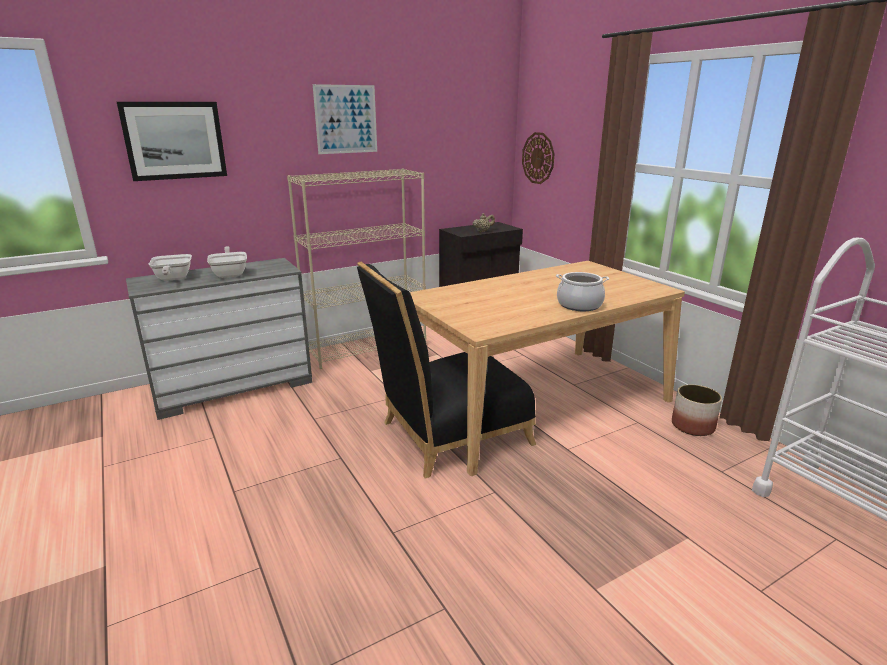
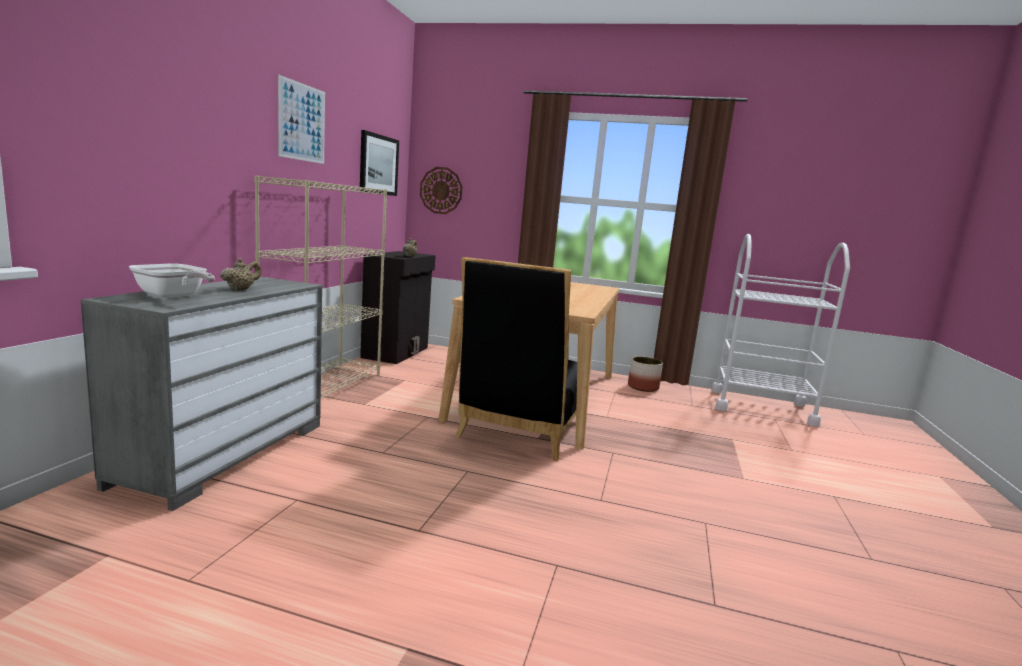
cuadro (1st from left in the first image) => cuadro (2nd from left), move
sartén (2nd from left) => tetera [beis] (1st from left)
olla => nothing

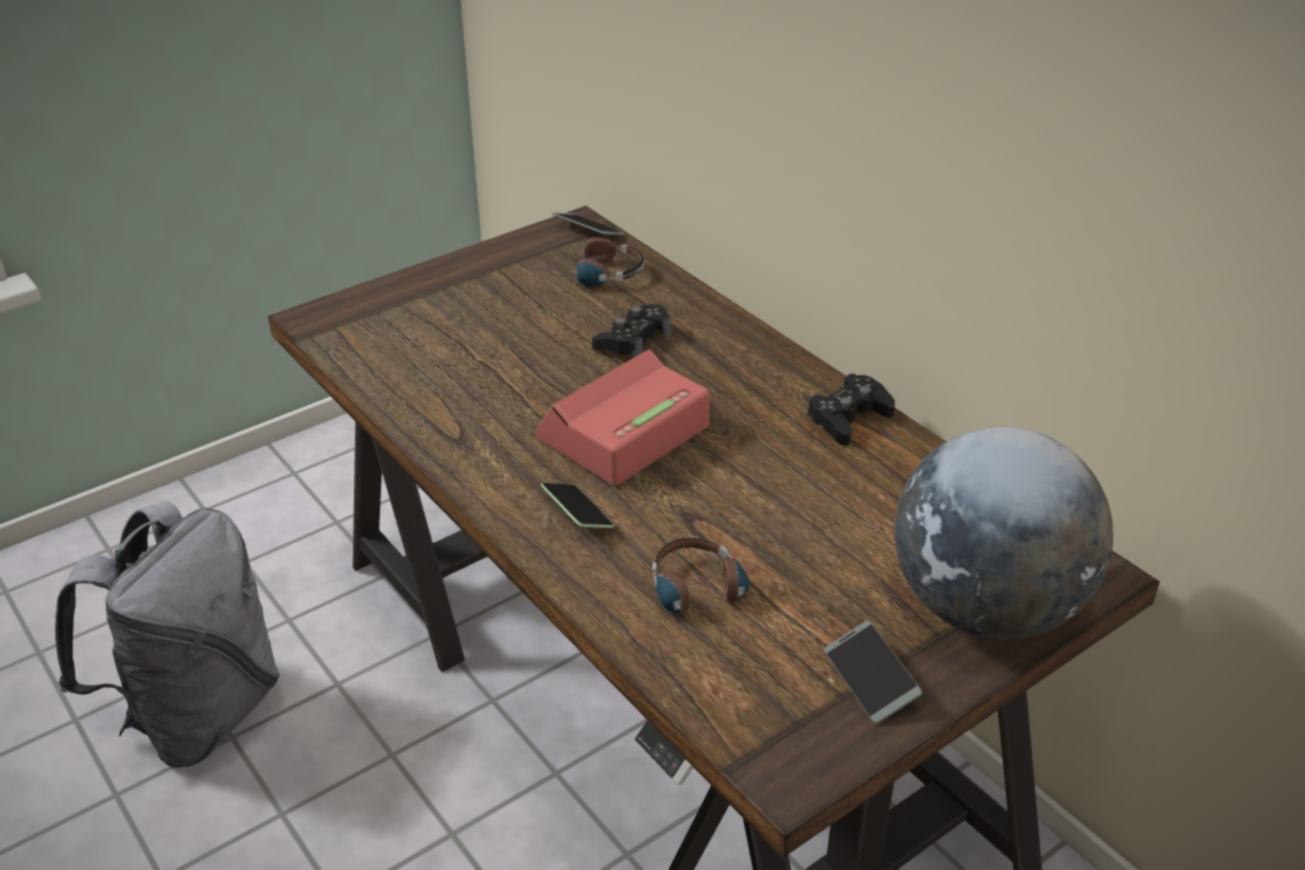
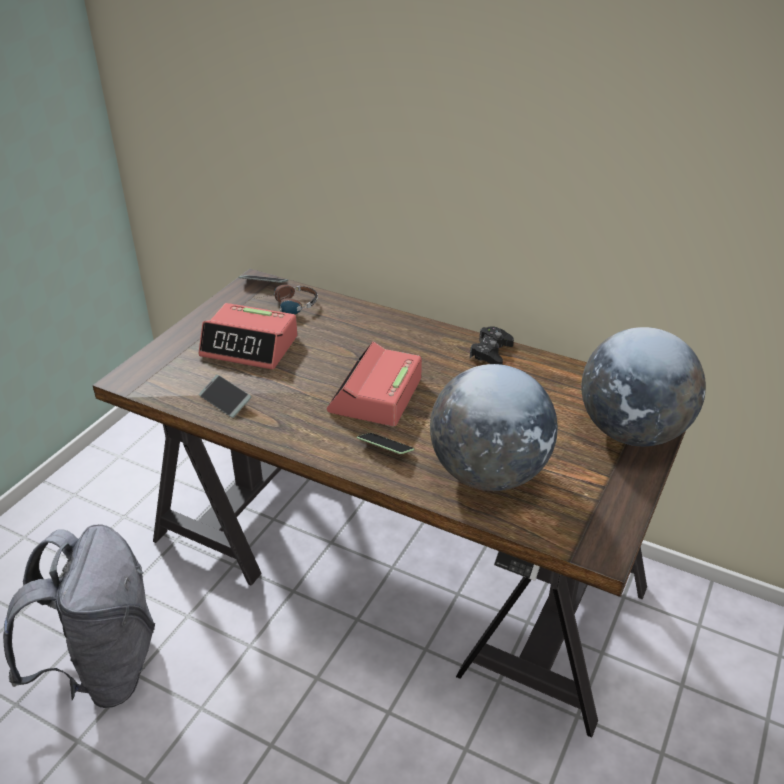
mando de consola [negro] (1st from left) => nothing
auriculares (2nd from left) => globo terráqueo (1st from left)
móvil (3rd from left in the first image) => móvil (1st from left), move
nothing => despertador (1st from left)

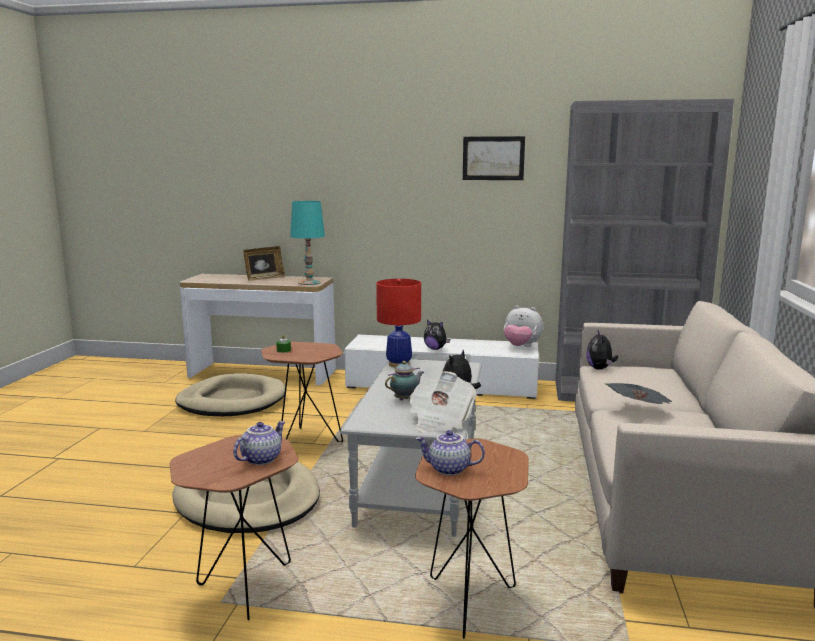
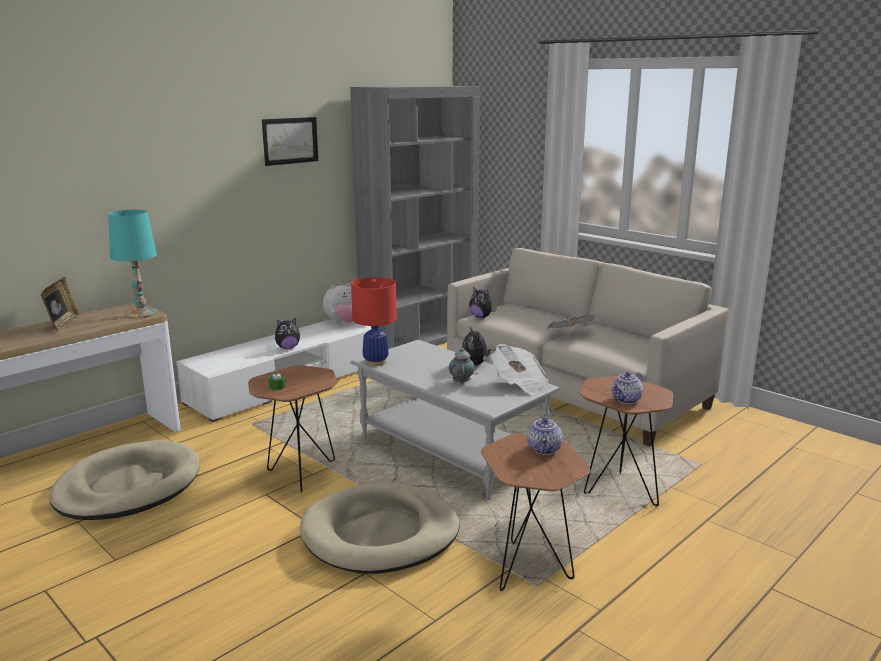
tetera (1st from left in the first image) => tetera (2nd from left), 150 degrees counterclockwise

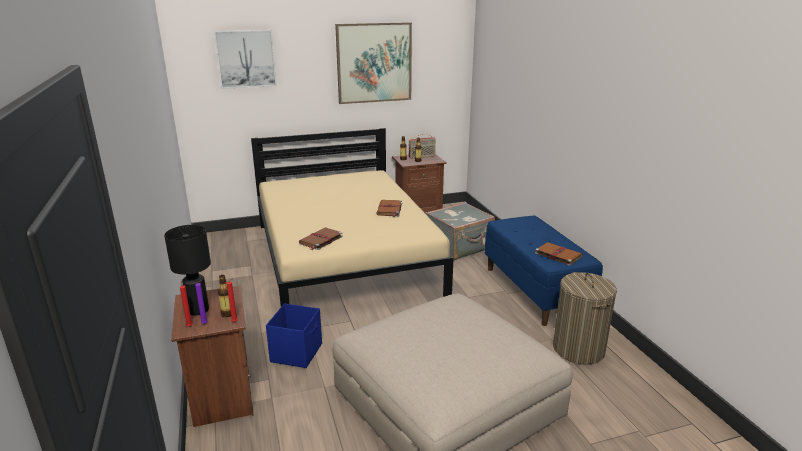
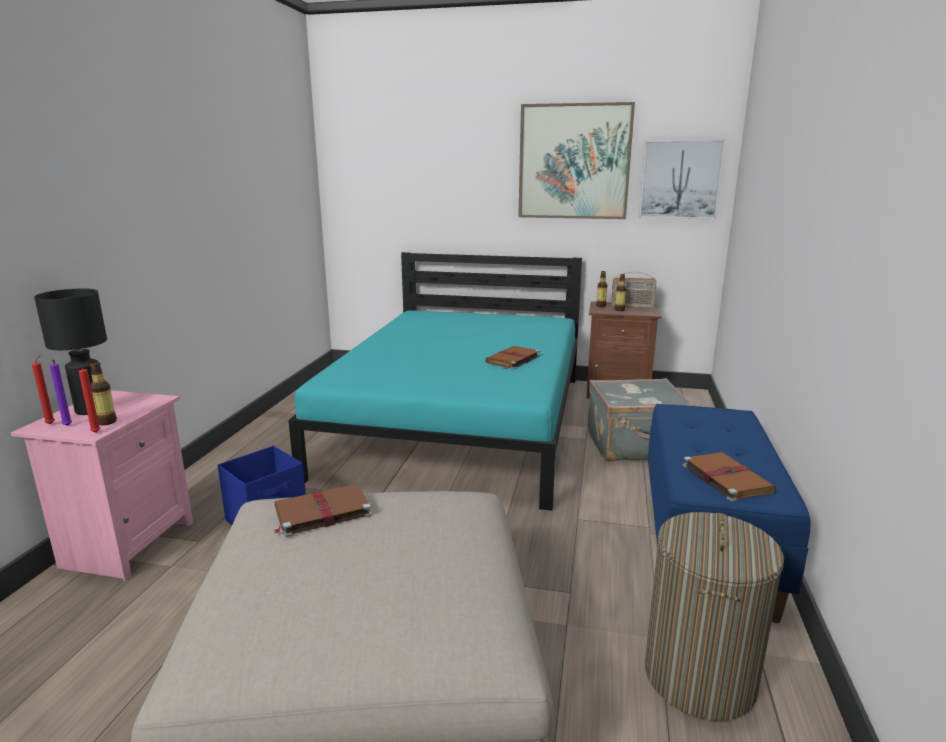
cuadro (1st from left in the first image) => cuadro (2nd from left), move
cama [beis] => cama [turquesa]
libro [marrón] (1st from left), move
mesita de noche [marrón] (1st from left) => mesita de noche [rosa]

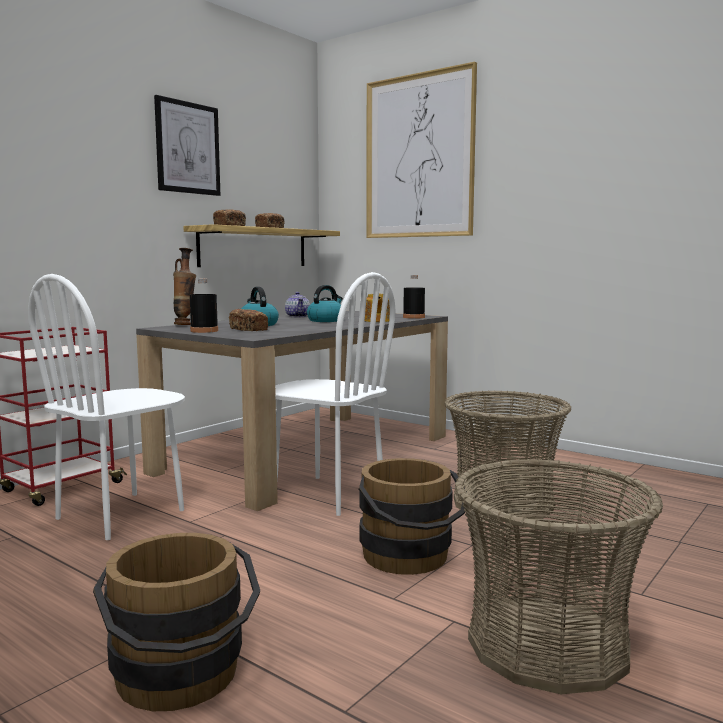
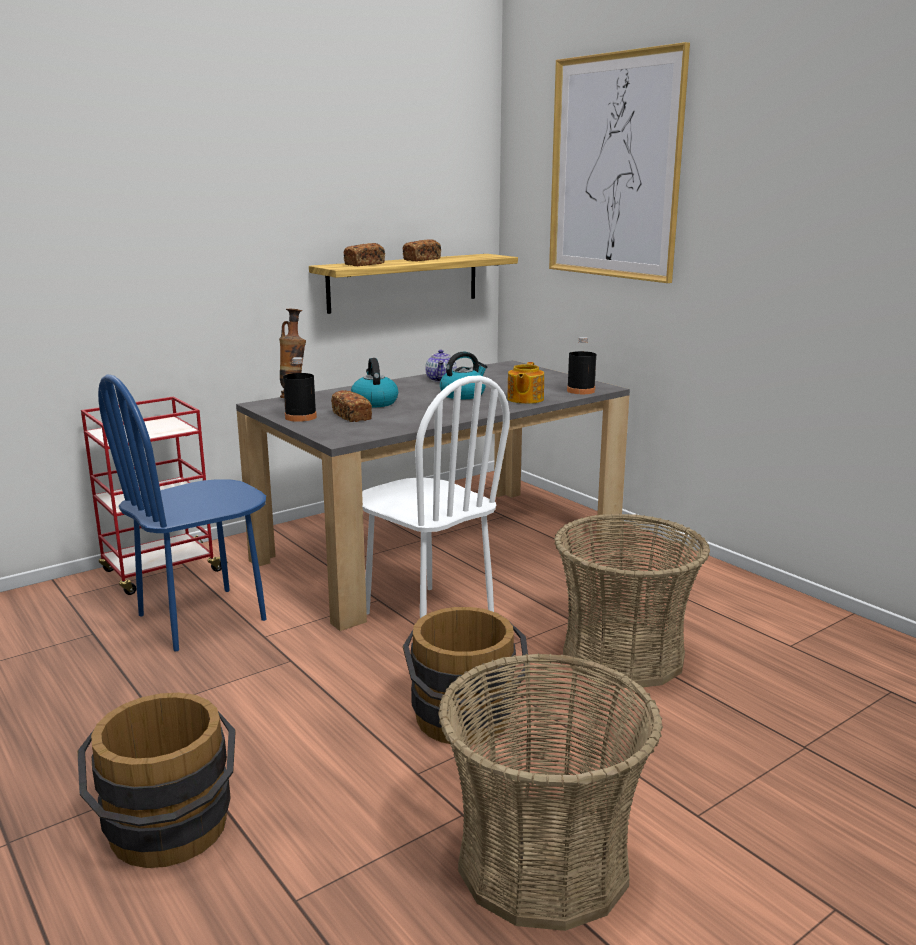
cuadro (1st from left) => nothing
silla [blanco] (1st from left) => silla [azul]

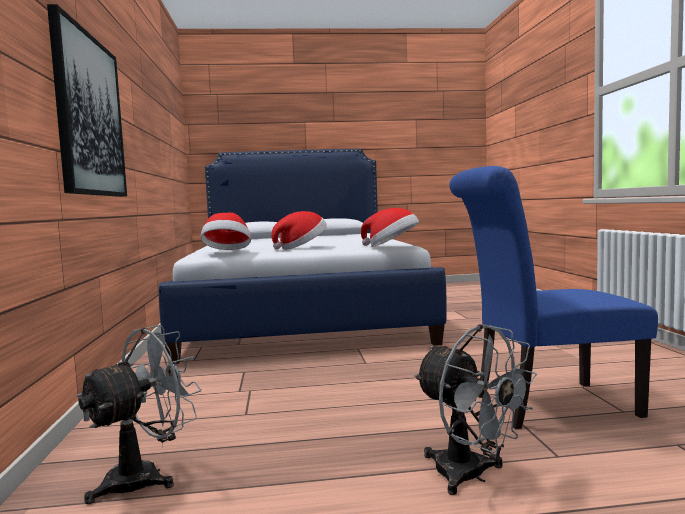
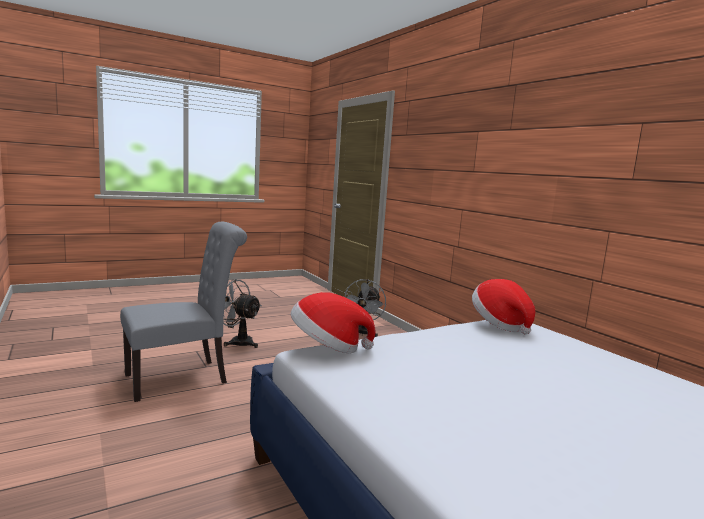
cuadro => nothing
silla [azul] => silla [gris]
sombrero (2nd from left) => nothing

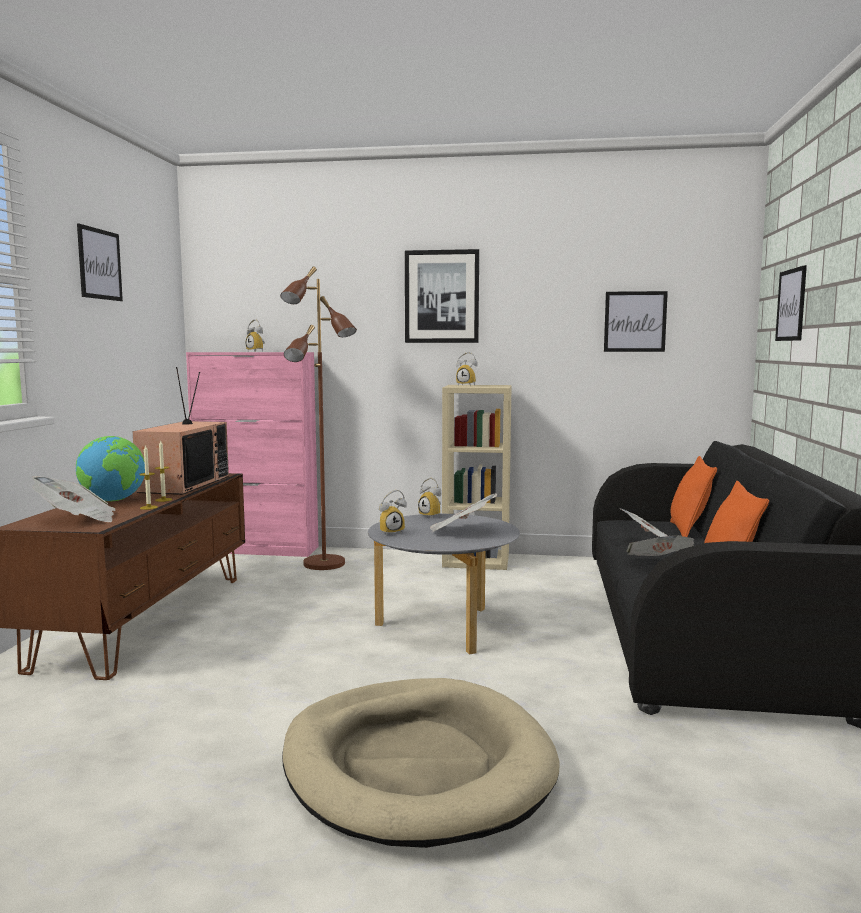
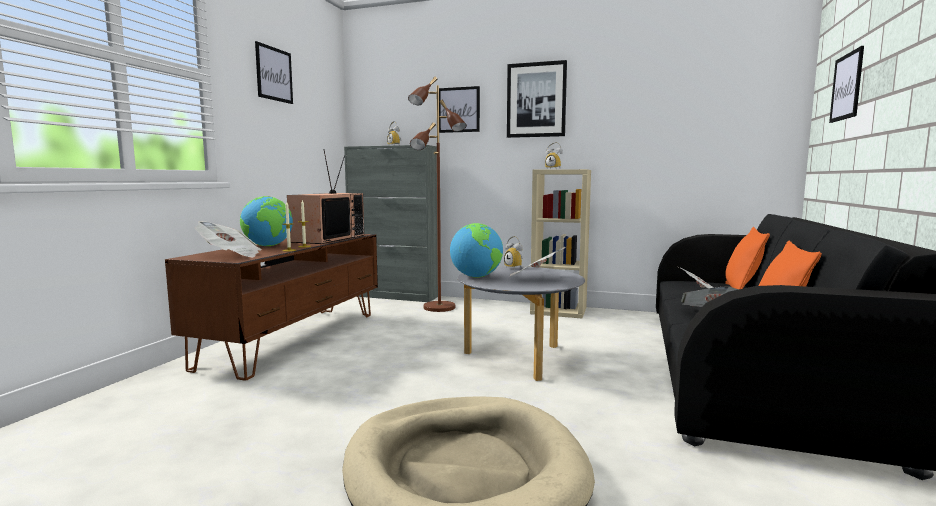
cuadro (3rd from left in the first image) => cuadro (2nd from left), move
armario [rosa] => armario [gris]
despertador (2nd from left) => globo terráqueo (2nd from left)

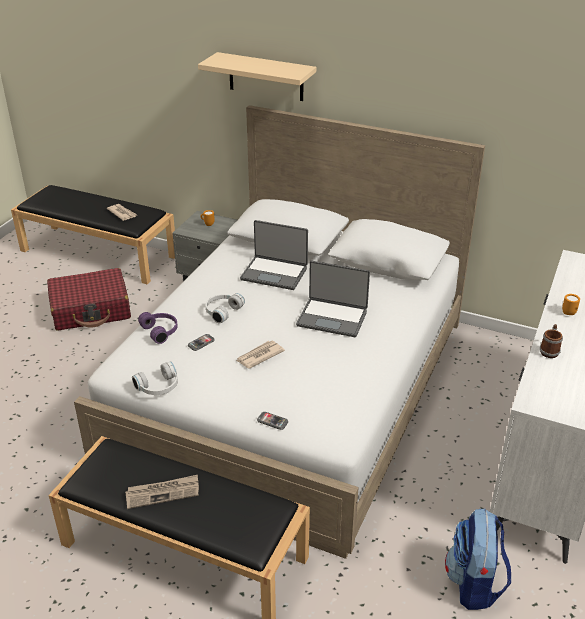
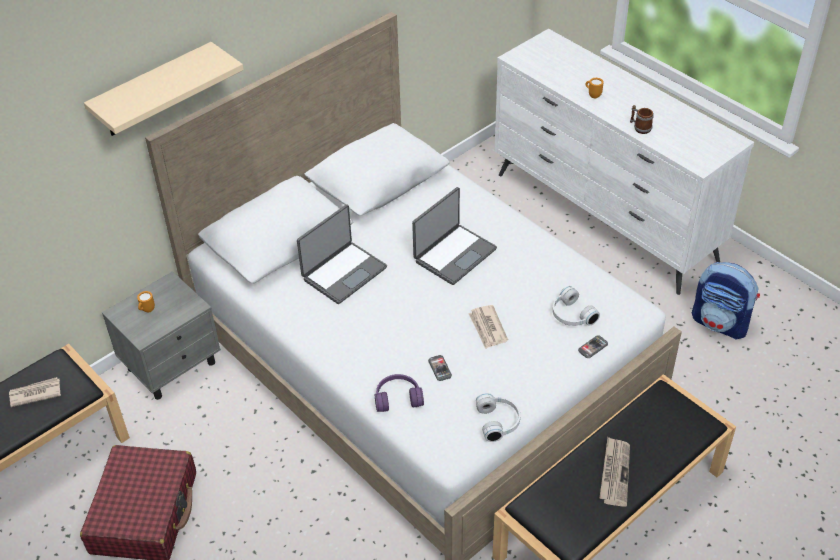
auriculares [blanco] (2nd from left), move

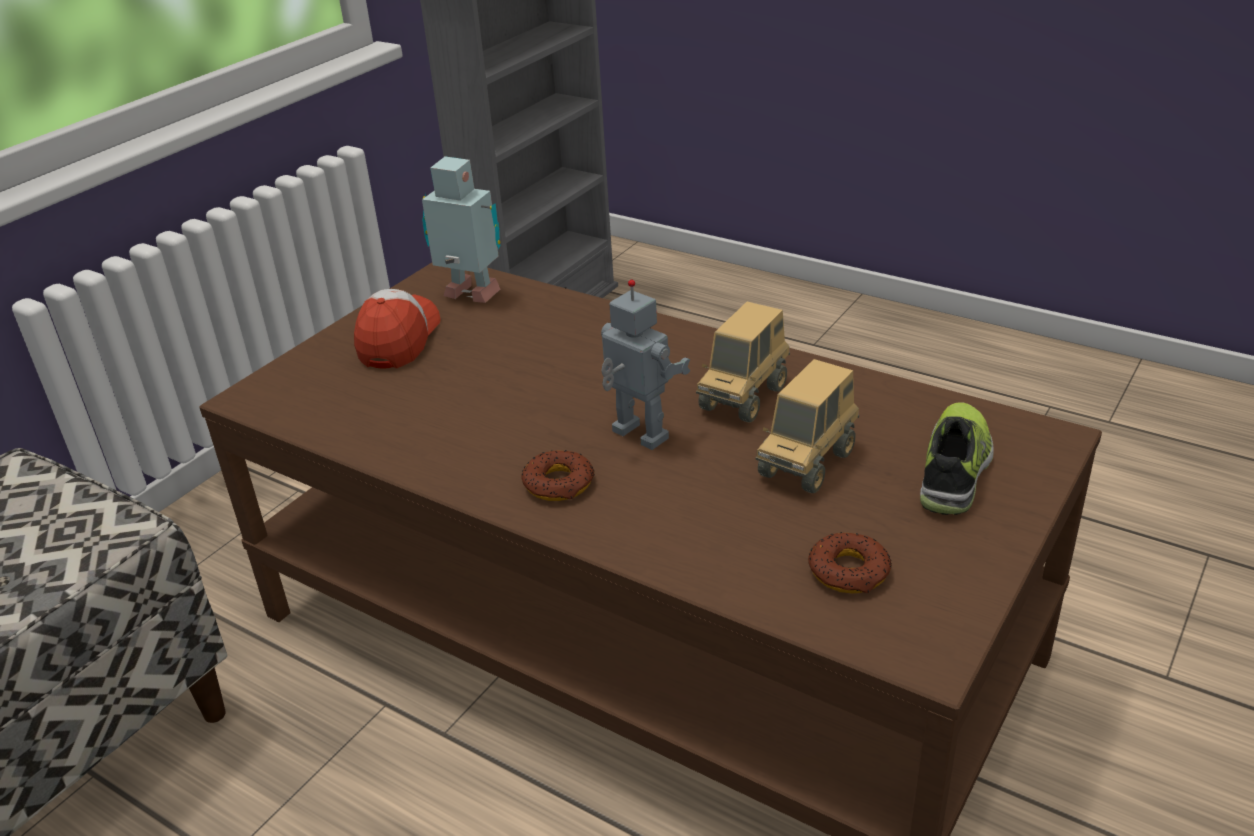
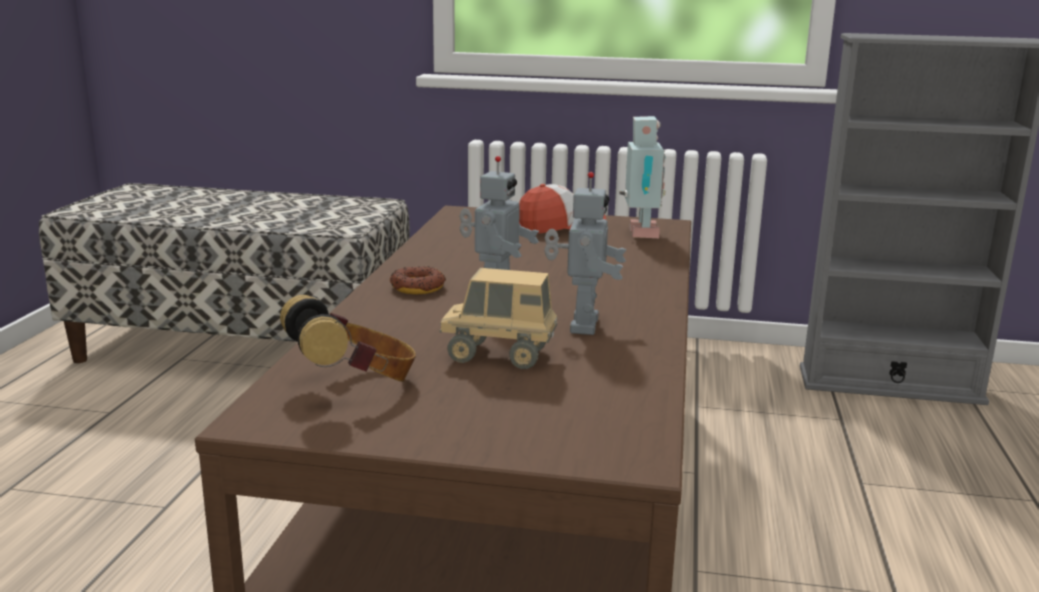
camión de juguete (1st from left) => robot de juguete (2nd from left)
zapato => nothing
rosquilla (2nd from left) => auriculares

